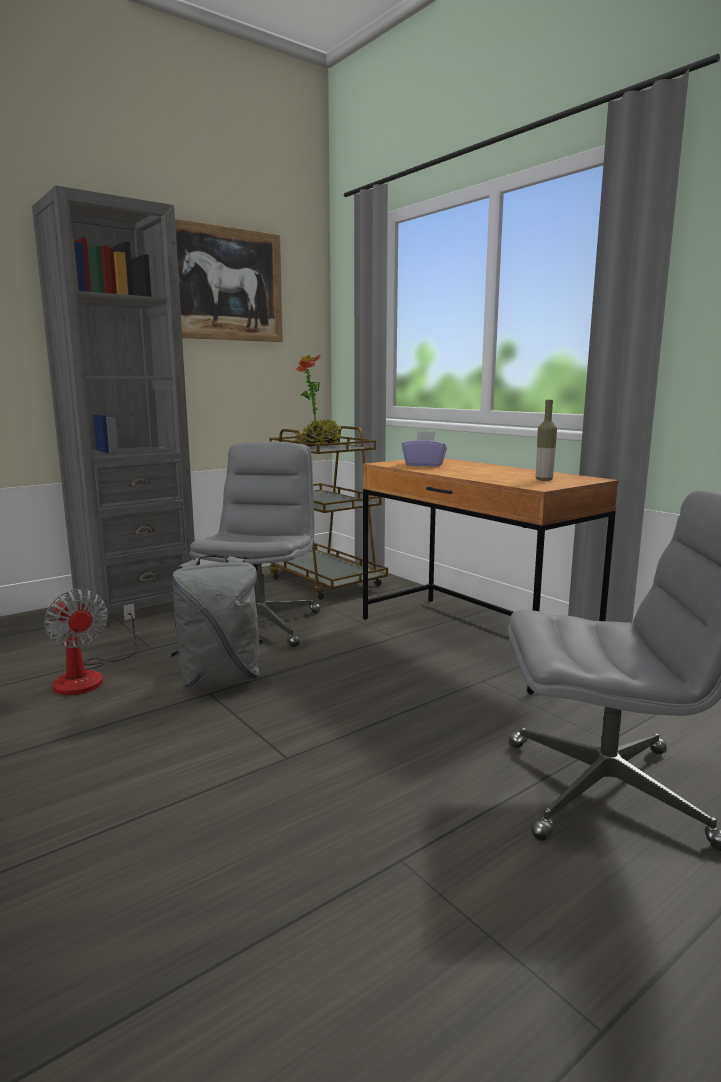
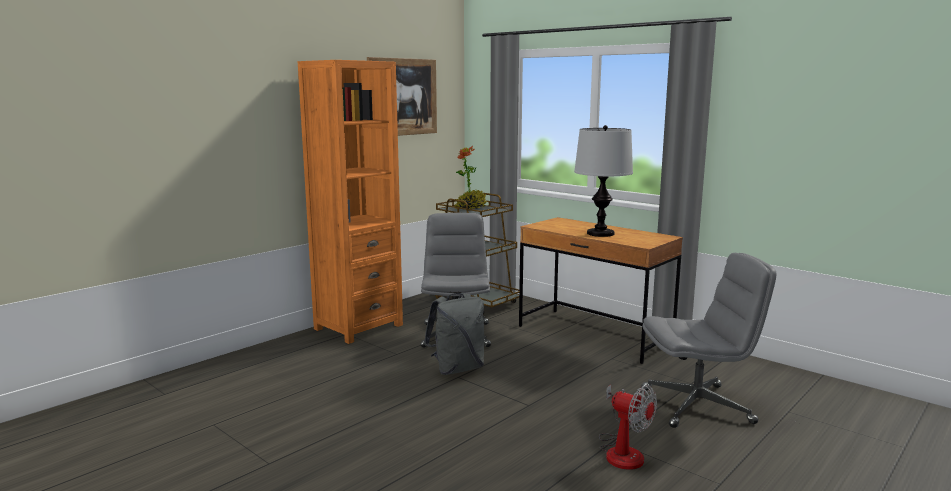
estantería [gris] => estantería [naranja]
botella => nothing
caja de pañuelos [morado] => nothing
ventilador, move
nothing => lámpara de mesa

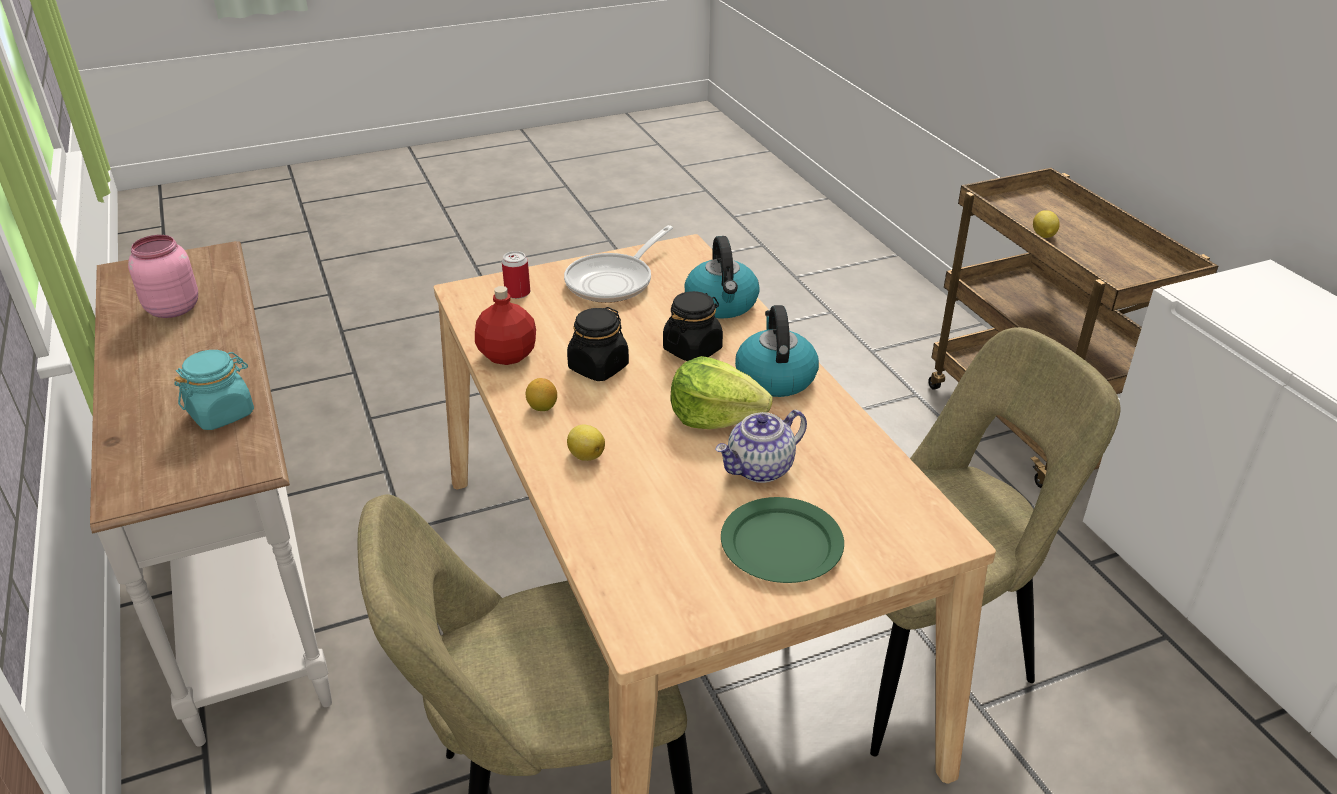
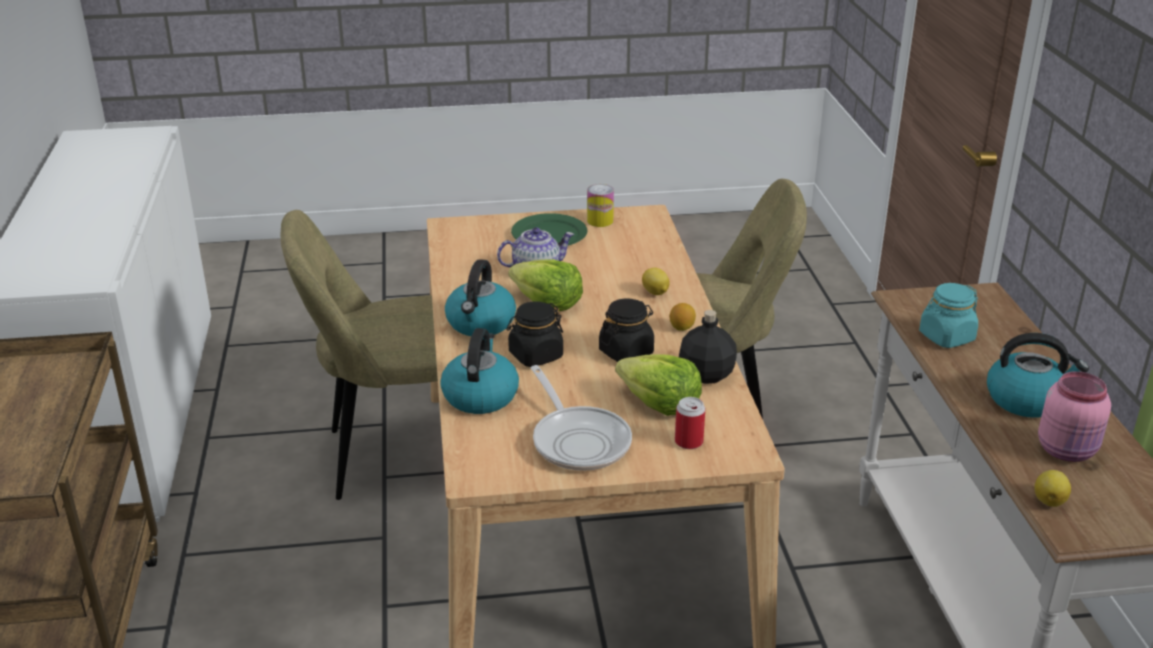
limón (3rd from left), move
sartén, 105 degrees clockwise
botella [rojo] => botella [negro]
nothing => lata (1st from left)
nothing => hervidor (3rd from left)
nothing => lechuga (2nd from left)

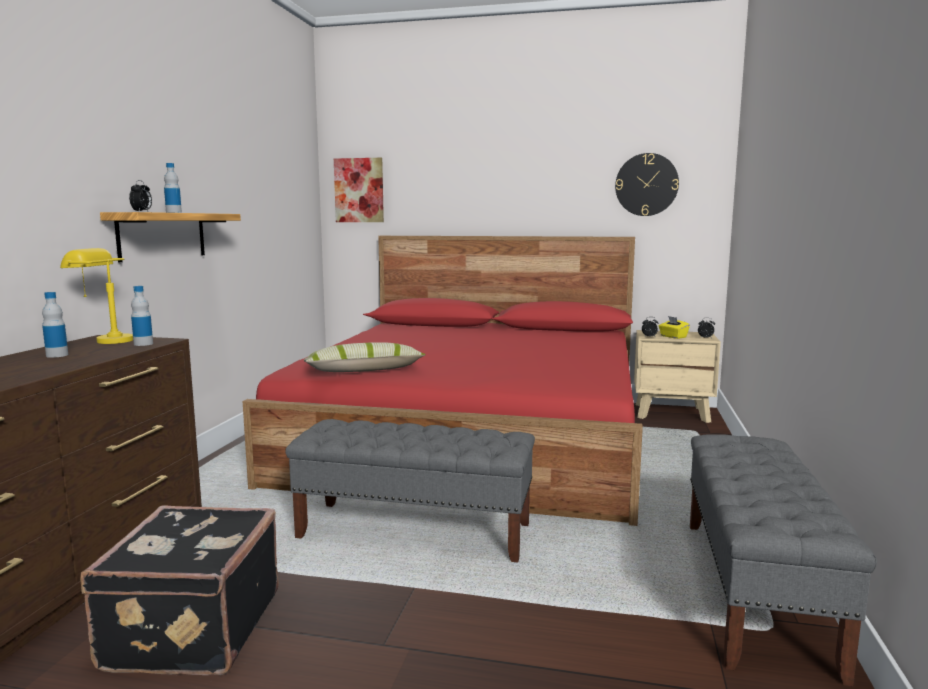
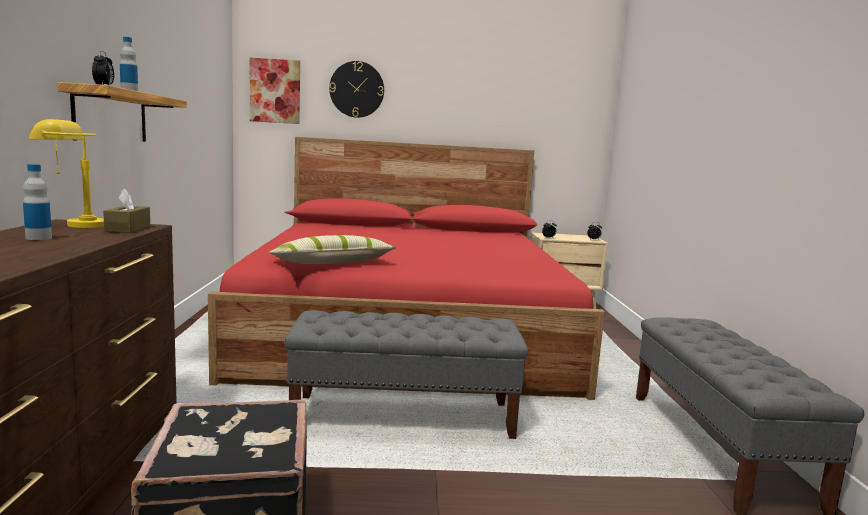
reloj de pared, move
botella (2nd from left) => caja de pañuelos [marrón]
caja de pañuelos [amarillo] => nothing

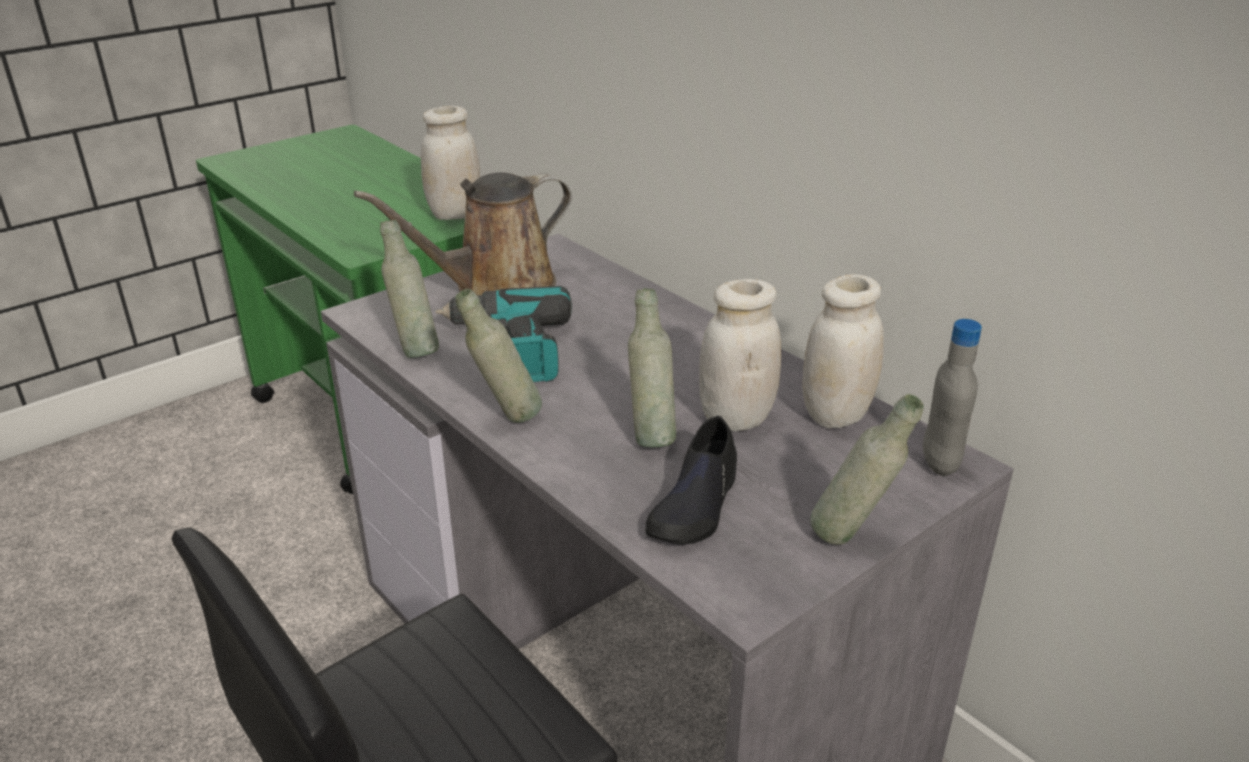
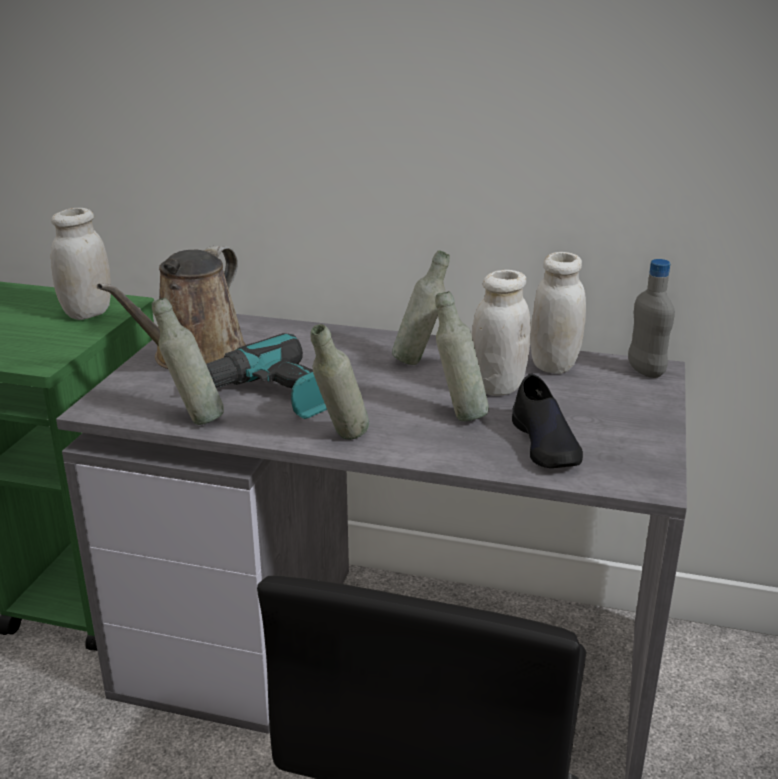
botella [gris] (4th from left in the first image) => botella [gris] (3rd from left), move

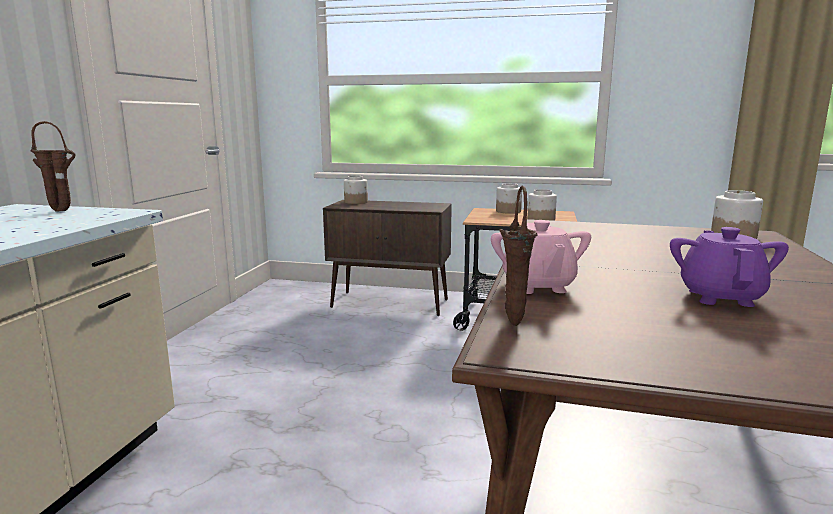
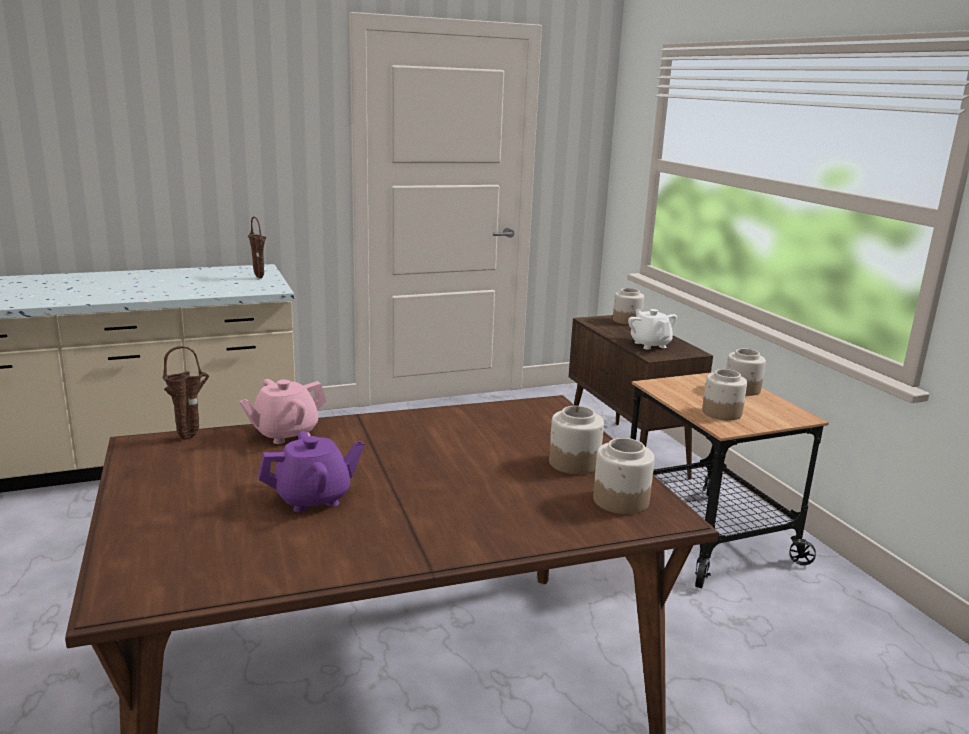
nothing => tetera [blanco]
nothing => tarro (1st from left)

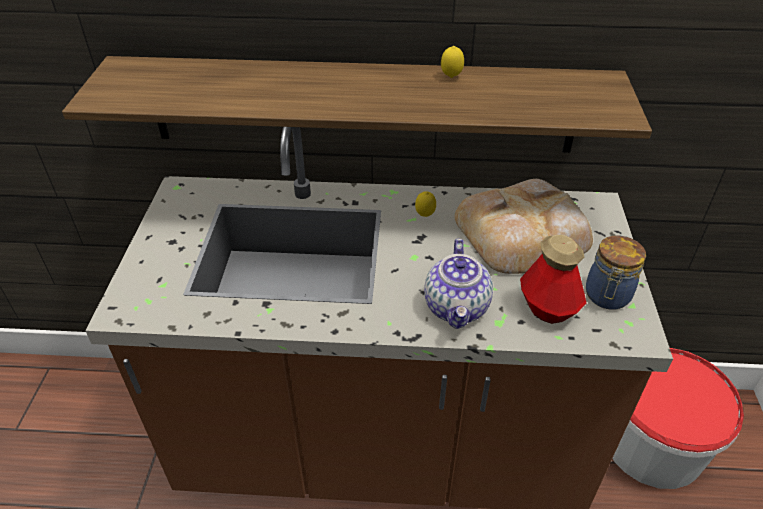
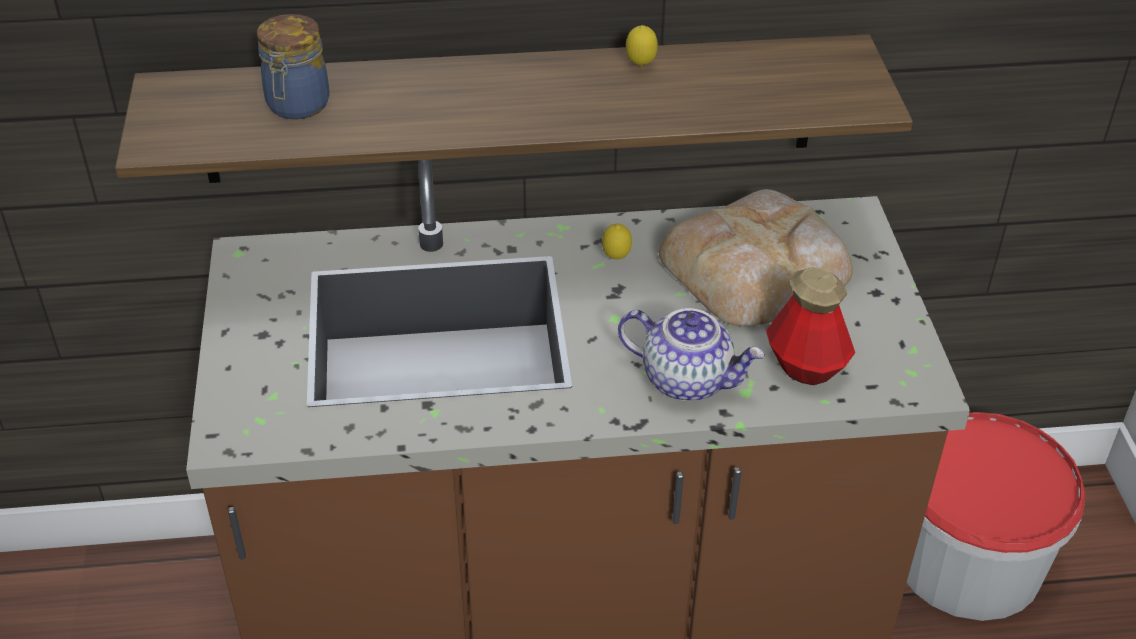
tarro, move
tetera, 60 degrees counterclockwise

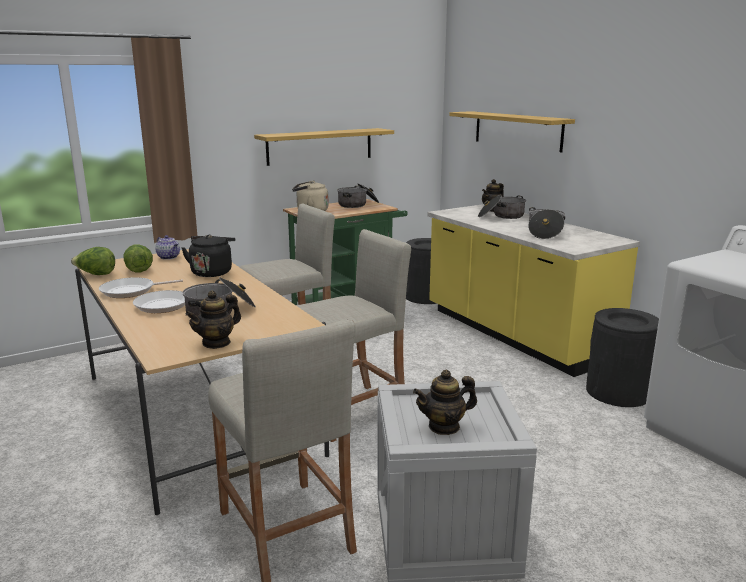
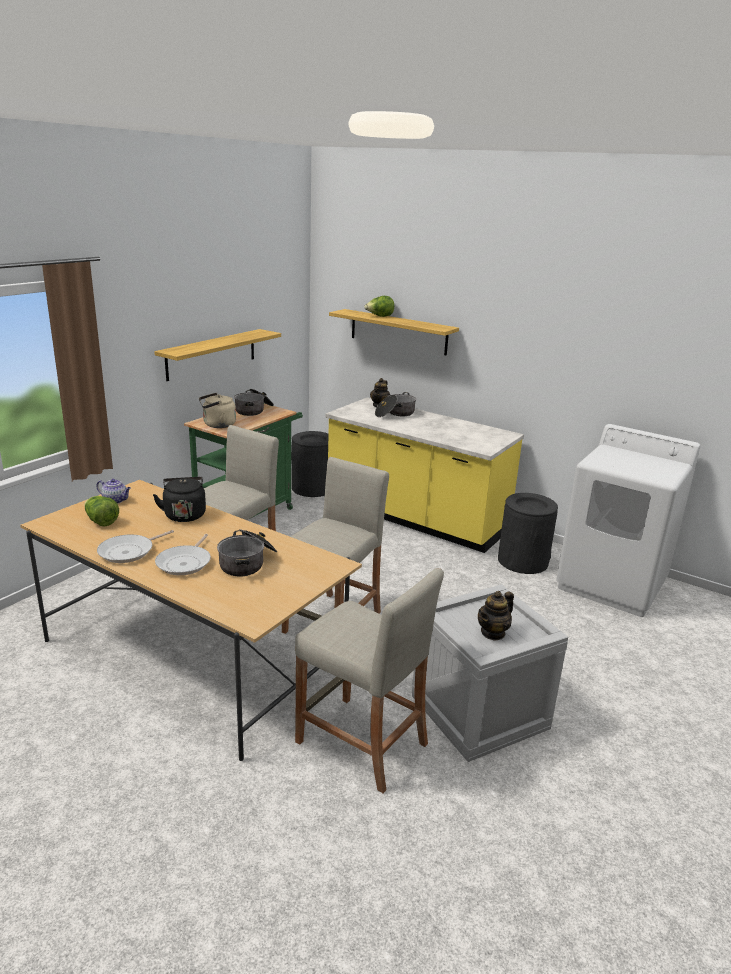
olla (4th from left) => nothing
lechuga (1st from left in the first image) => lechuga (2nd from left), move
tetera (2nd from left) => nothing

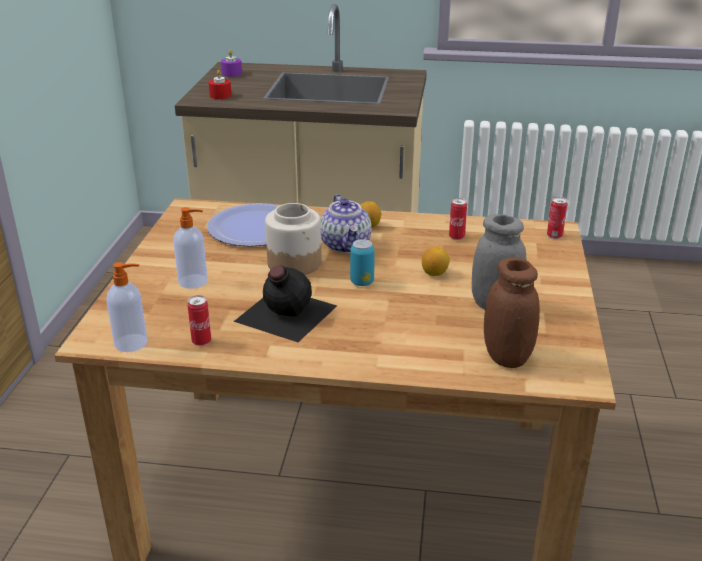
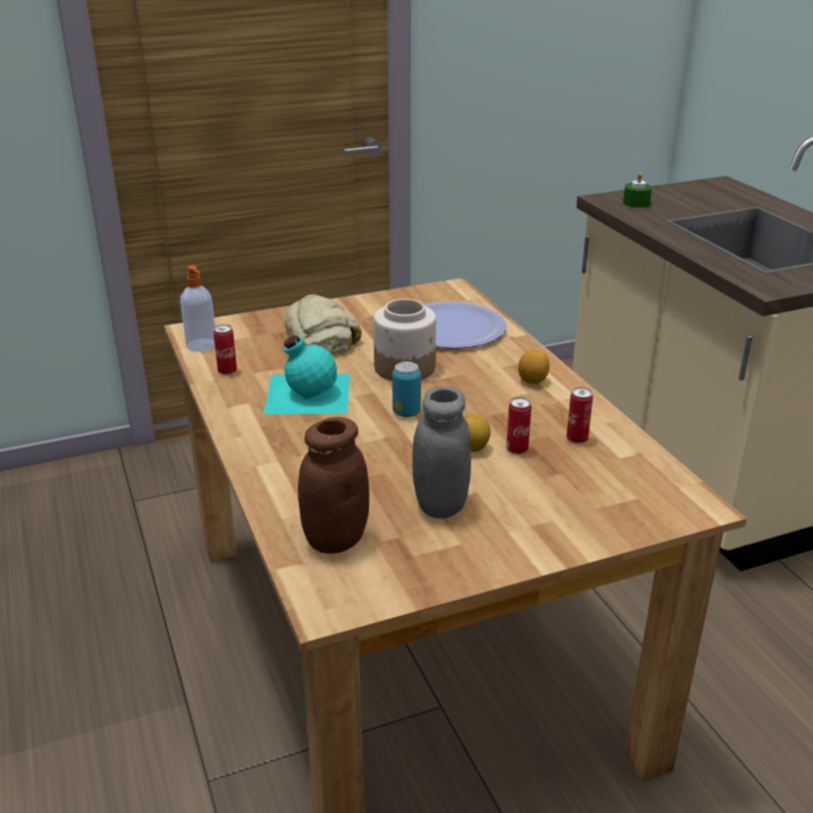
vela [morado] => nothing
vela [rojo] => vela [verde]
tetera => nothing
lata (4th from left in the first image) => lata (3rd from left), move
dispensador de jabón (2nd from left) => pan
botella [negro] => botella [turquesa]

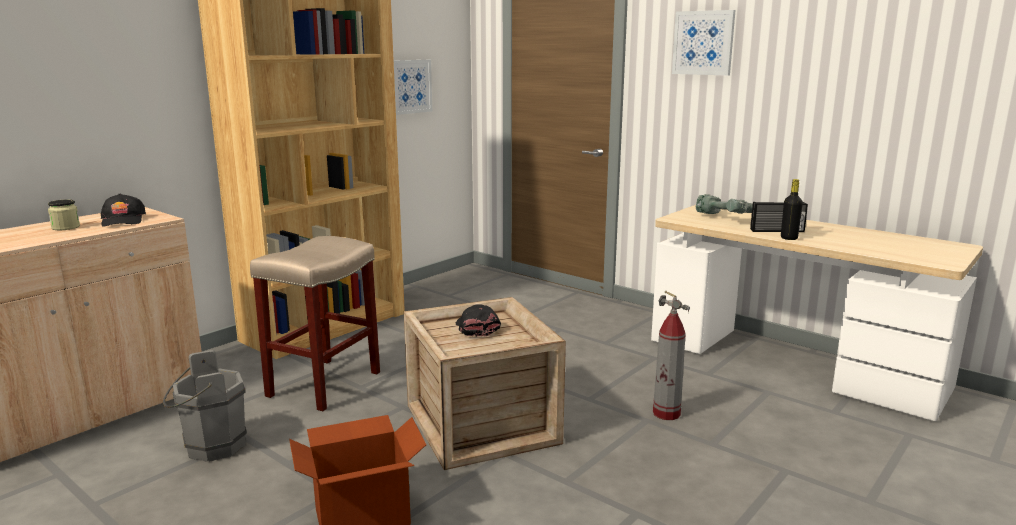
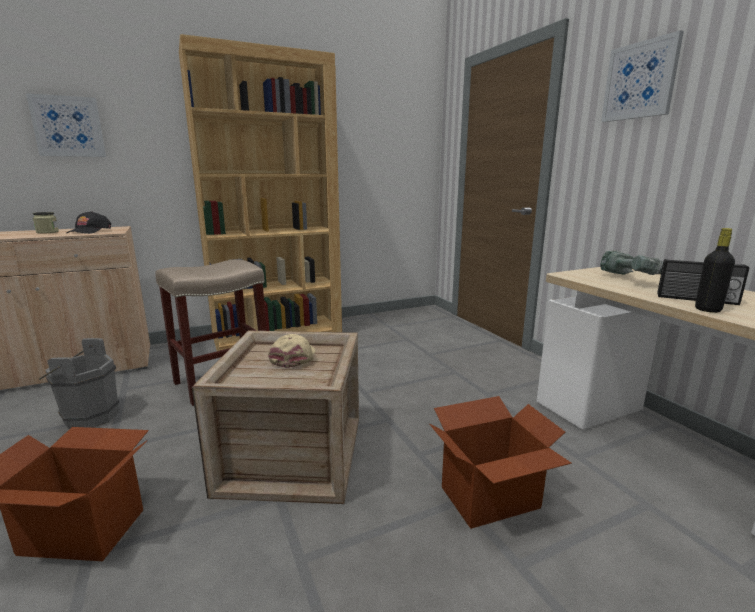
cuadro (1st from left), move
extintor => caja de cartón (2nd from left)
gorra [negro] (2nd from left) => gorra [beis]

